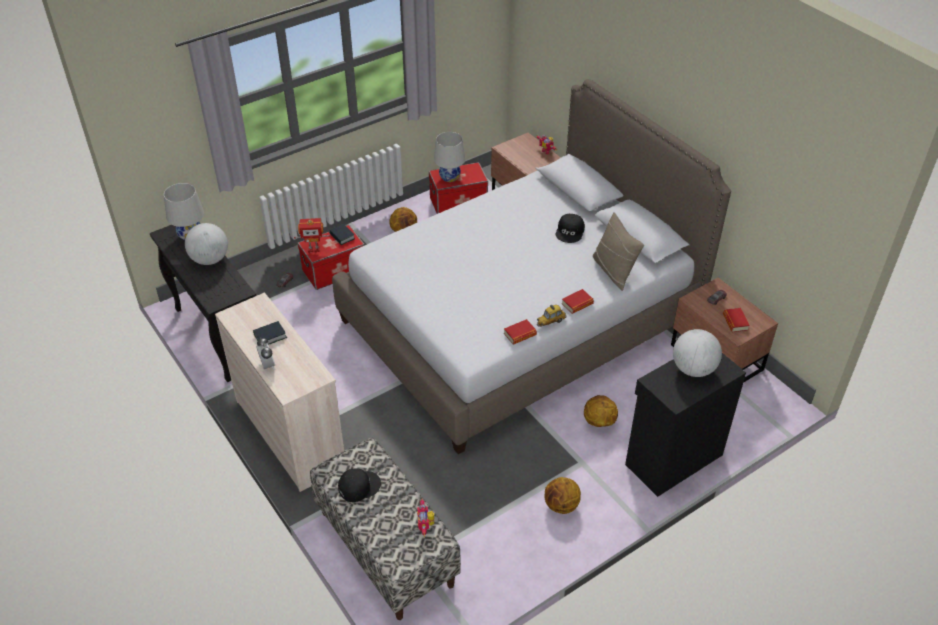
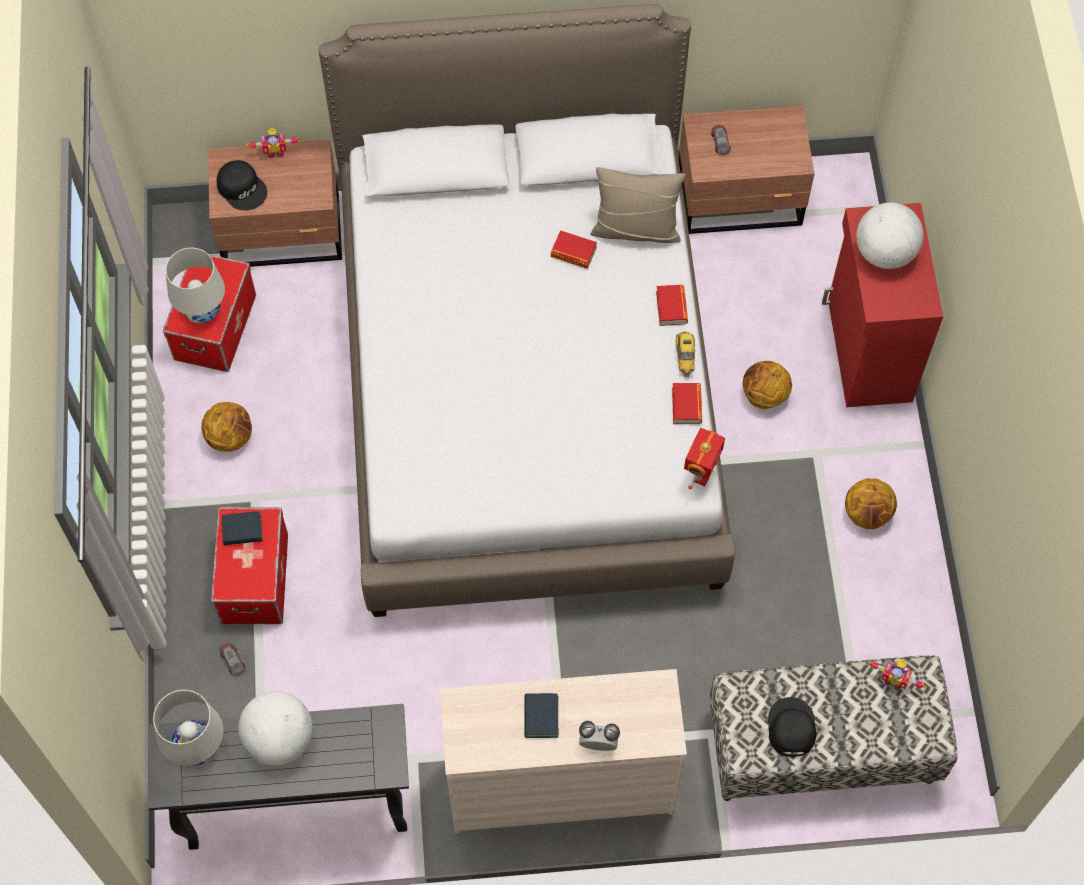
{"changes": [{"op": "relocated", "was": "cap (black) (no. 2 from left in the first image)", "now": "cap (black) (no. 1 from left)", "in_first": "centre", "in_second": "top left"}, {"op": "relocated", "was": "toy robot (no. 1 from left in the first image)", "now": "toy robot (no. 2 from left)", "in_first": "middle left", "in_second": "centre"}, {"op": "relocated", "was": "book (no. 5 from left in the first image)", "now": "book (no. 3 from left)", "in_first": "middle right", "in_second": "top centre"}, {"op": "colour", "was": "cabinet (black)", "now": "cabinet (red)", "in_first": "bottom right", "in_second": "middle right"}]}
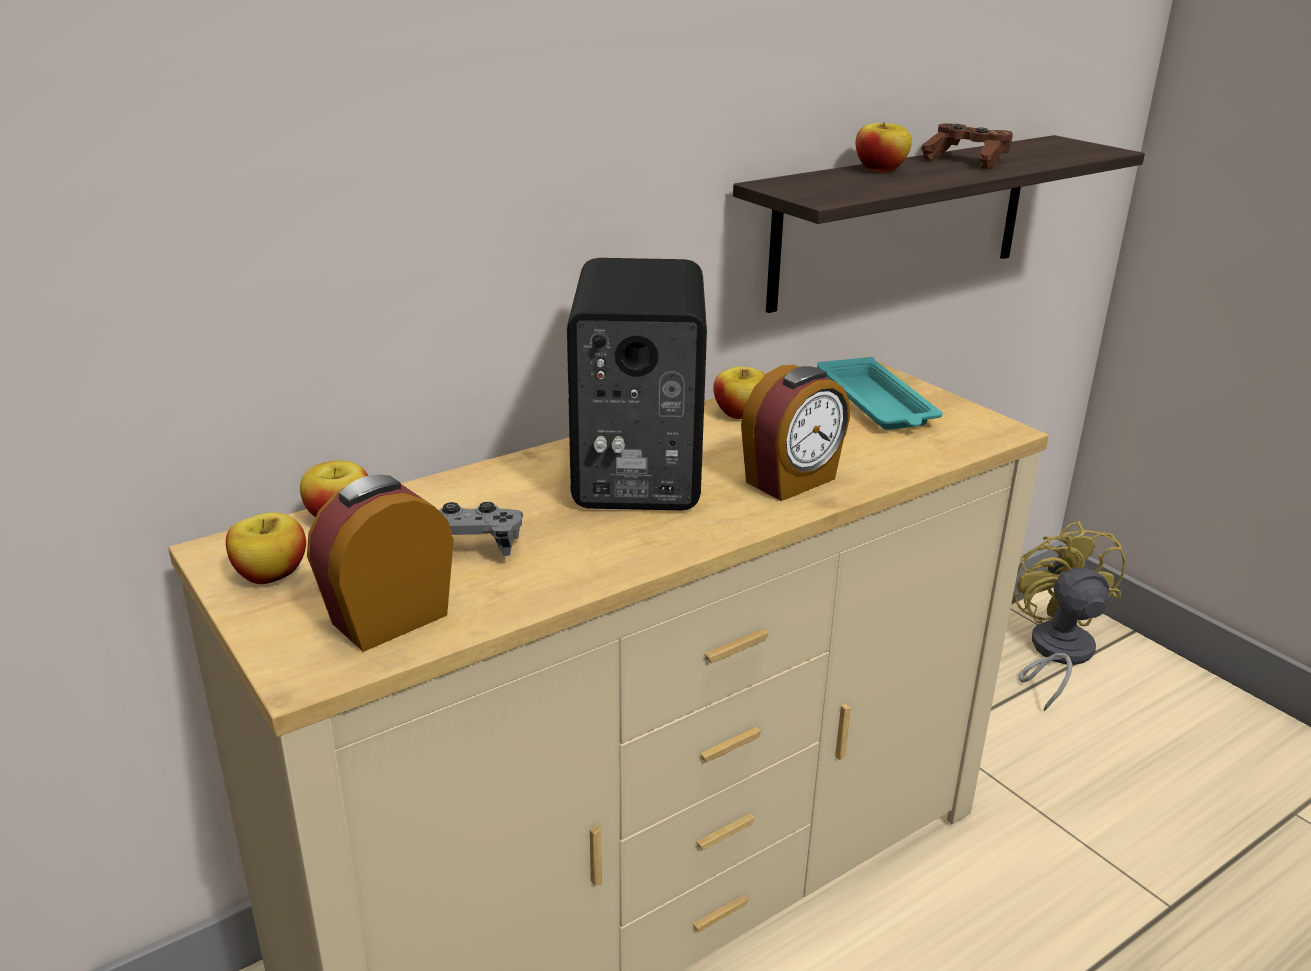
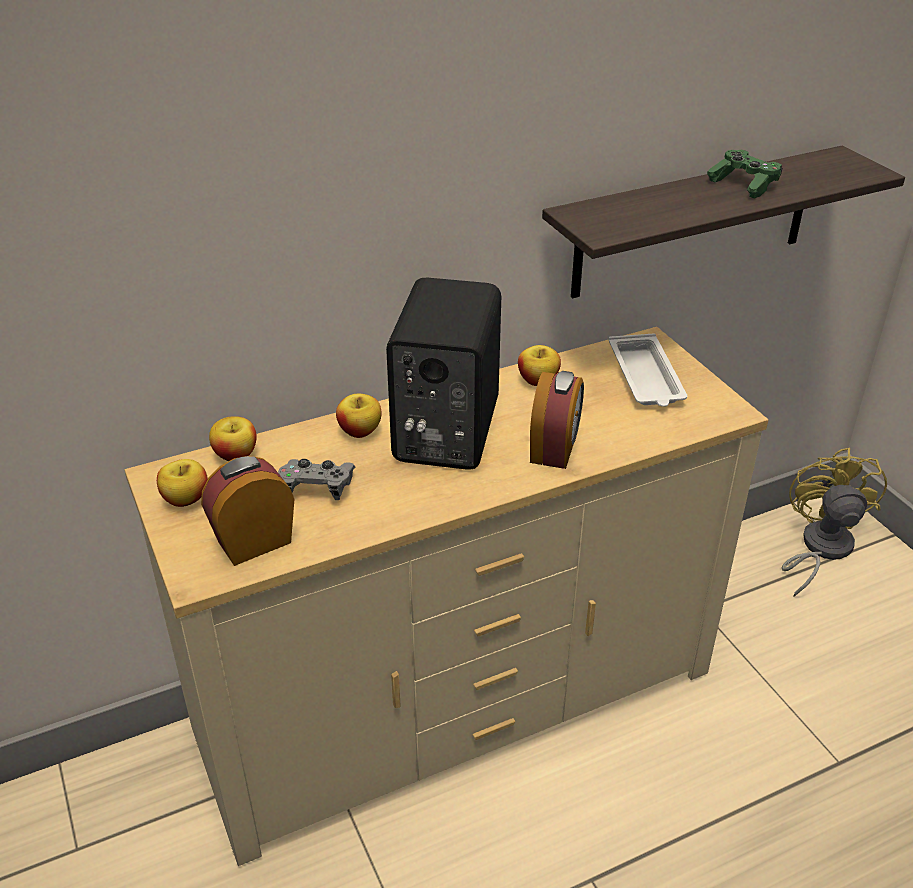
{"changes": [{"op": "relocated", "was": "apple (no. 4 from left in the first image)", "now": "apple (no. 3 from left)", "in_first": "top right", "in_second": "centre"}, {"op": "colour", "was": "game controller (brown)", "now": "game controller (green)", "in_first": "top right", "in_second": "top right"}, {"op": "colour", "was": "tray (turquoise)", "now": "tray (white)", "in_first": "middle right", "in_second": "middle right"}, {"op": "spun", "was": "alarm clock (no. 2 from left)", "in_first": "centre", "in_second": "centre", "clockwise": -45}]}
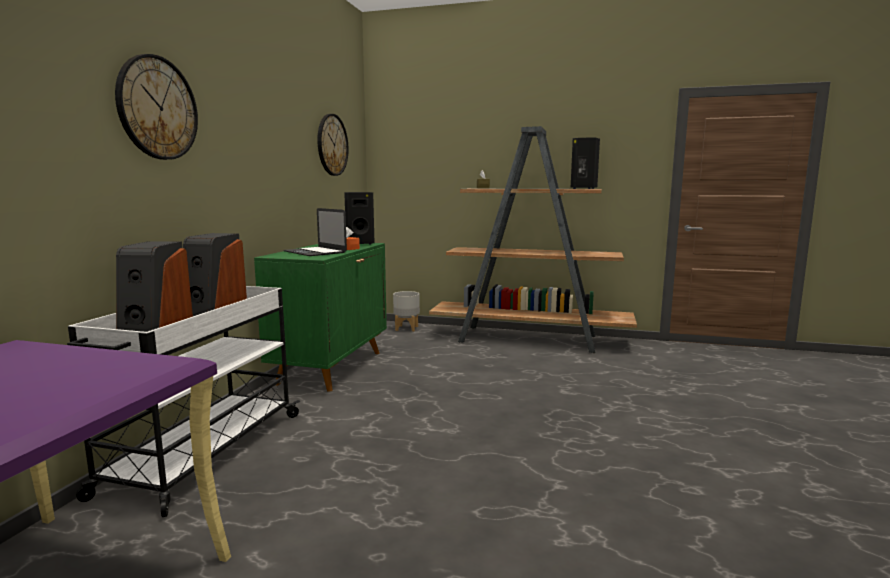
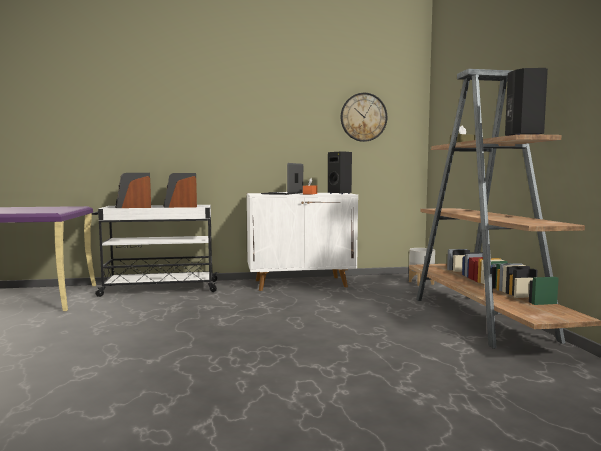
{"changes": [{"op": "missing", "was": "wall clock (no. 1 from left)", "in_first": "top left"}, {"op": "colour", "was": "cabinet (green)", "now": "cabinet (white)", "in_first": "centre", "in_second": "centre"}]}
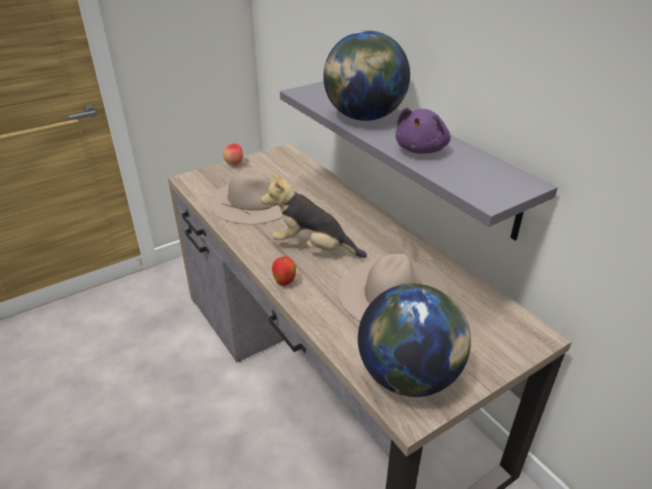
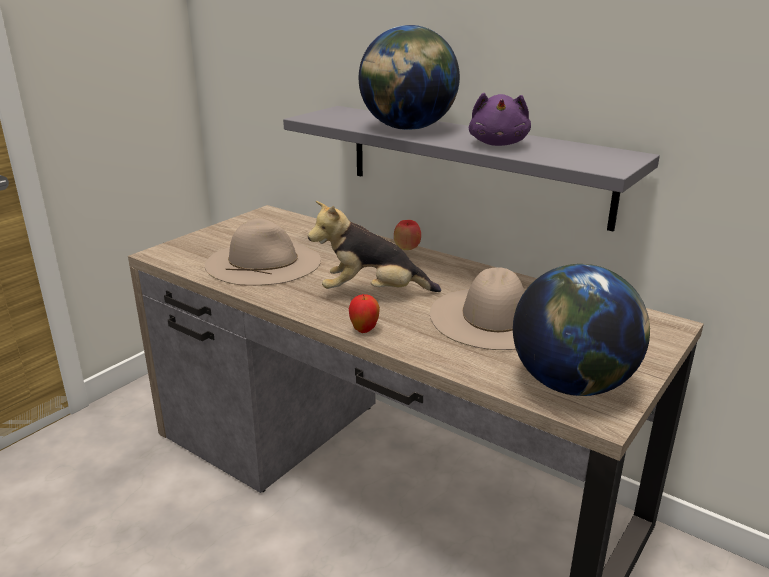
{"changes": [{"op": "relocated", "was": "apple (no. 1 from left in the first image)", "now": "apple (no. 2 from left)", "in_first": "top centre", "in_second": "centre"}]}
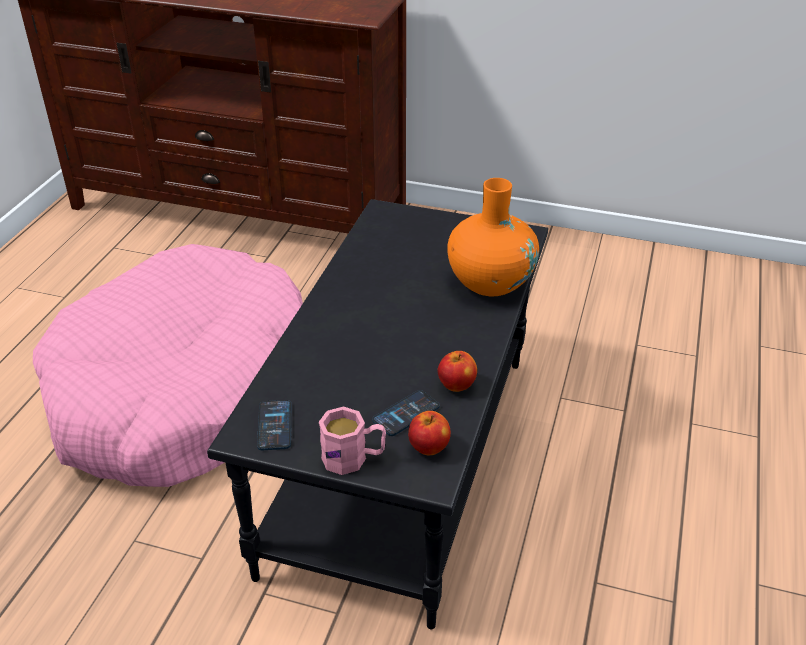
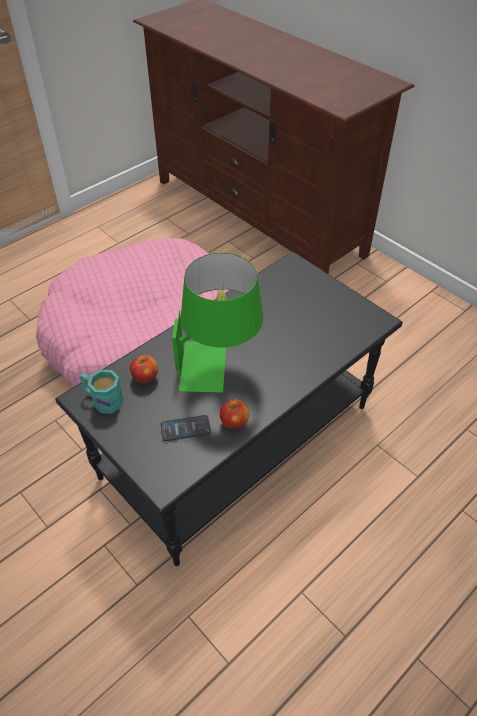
{"changes": [{"op": "missing", "was": "vase (orange)", "in_first": "centre"}, {"op": "exchanged", "was": "phone (no. 1 from left)", "now": "mug (turquoise)", "in_first": "centre", "in_second": "middle left"}, {"op": "missing", "was": "mug (pink)", "in_first": "bottom centre"}, {"op": "relocated", "was": "apple (no. 1 from left)", "in_first": "bottom centre", "in_second": "middle left"}, {"op": "appeared", "now": "table lamp (green)", "in_second": "centre"}]}
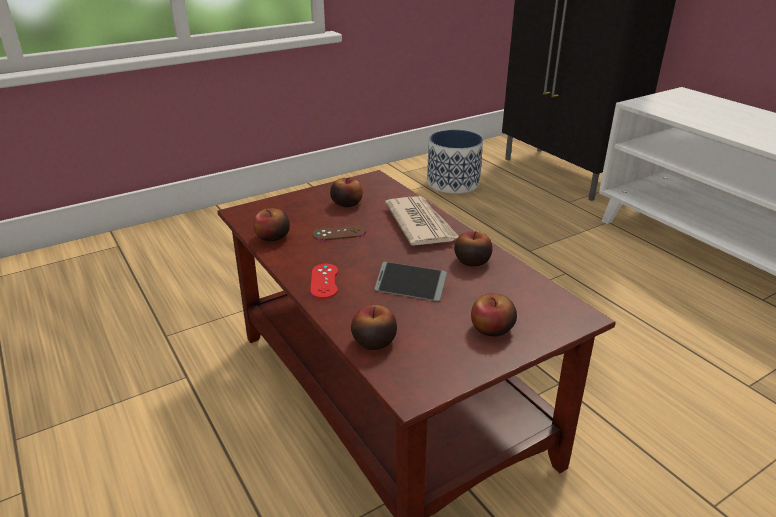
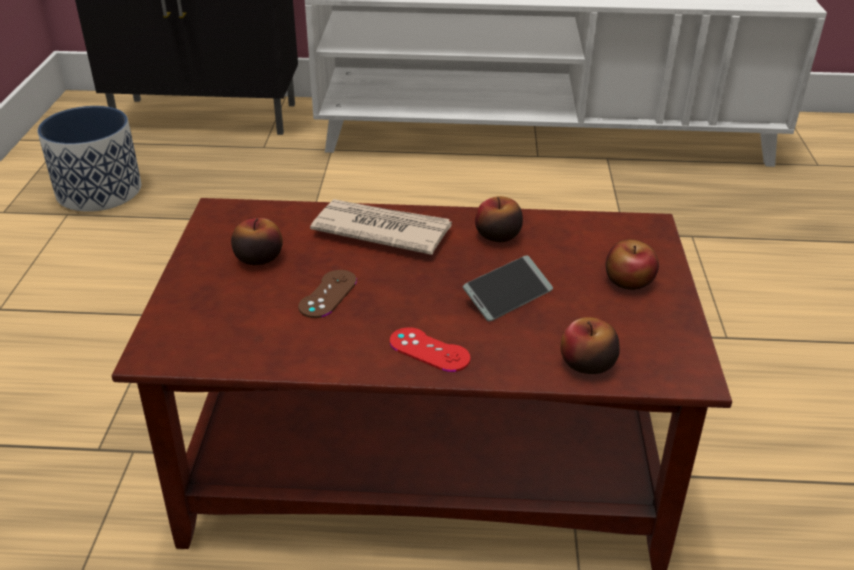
{"changes": [{"op": "missing", "was": "apple (no. 1 from left)", "in_first": "centre"}]}
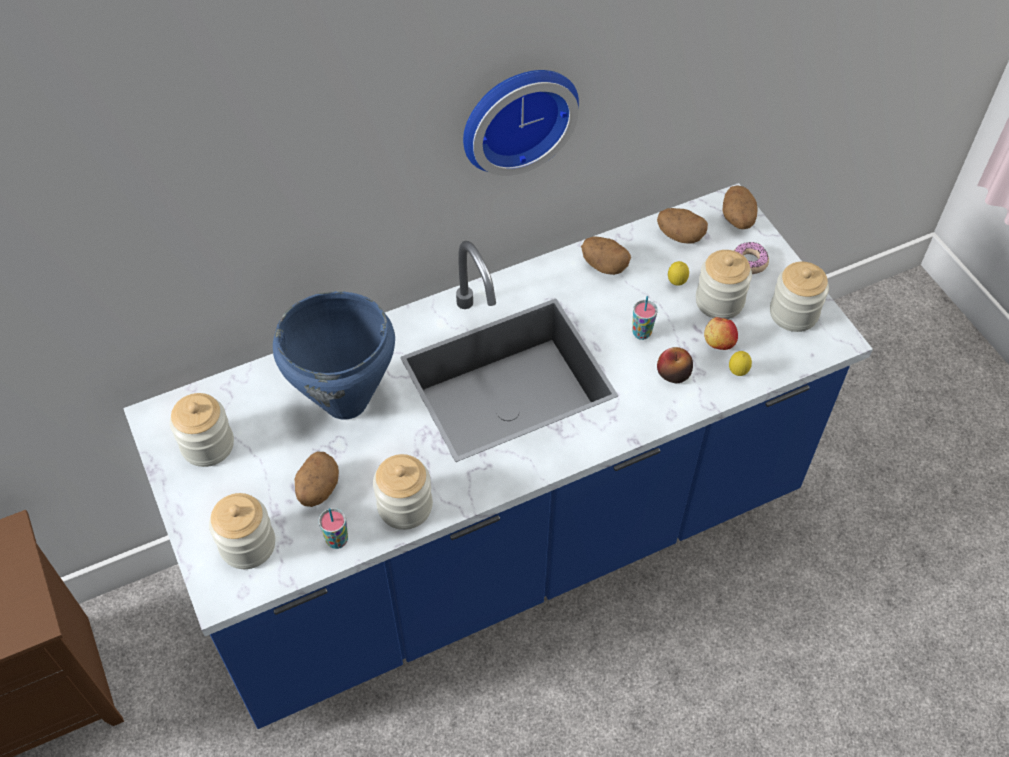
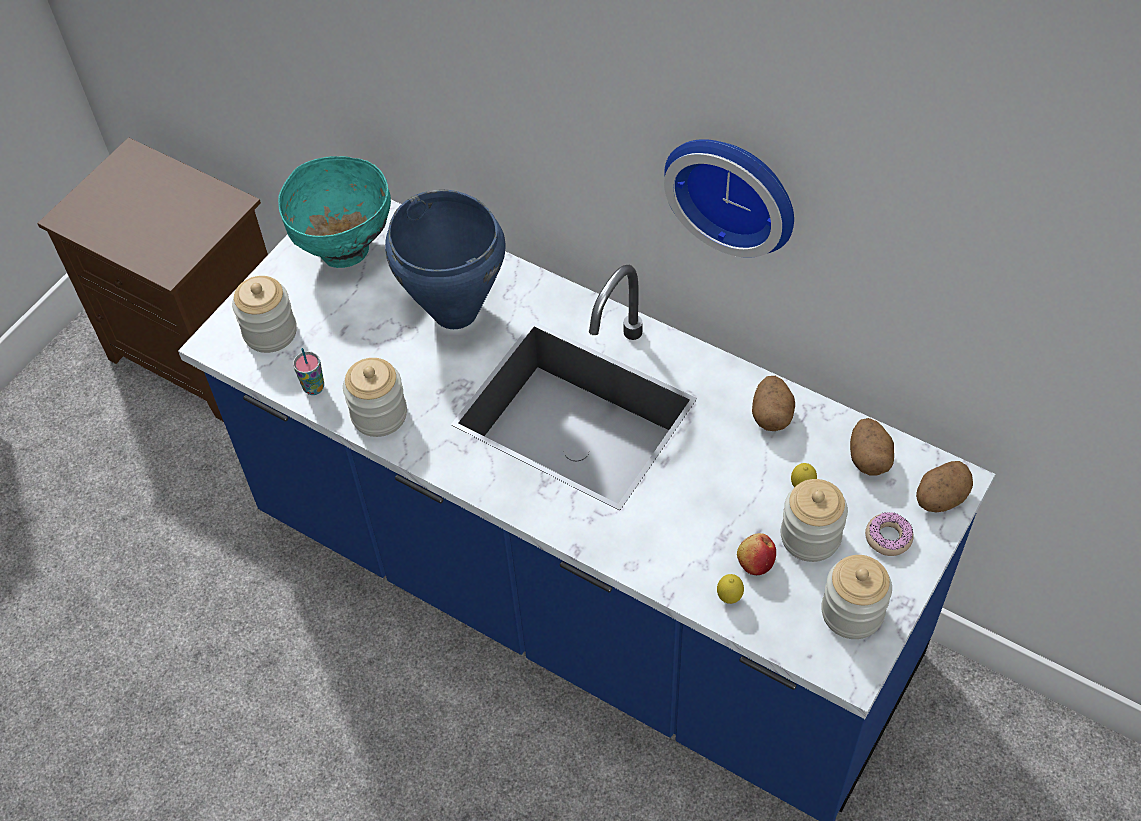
{"changes": [{"op": "missing", "was": "cup (no. 2 from left)", "in_first": "centre"}, {"op": "missing", "was": "apple (no. 1 from left)", "in_first": "middle right"}, {"op": "exchanged", "was": "jar (no. 1 from left)", "now": "bowl (turquoise)", "in_first": "middle left", "in_second": "top left"}, {"op": "missing", "was": "potato (no. 1 from left)", "in_first": "middle left"}]}
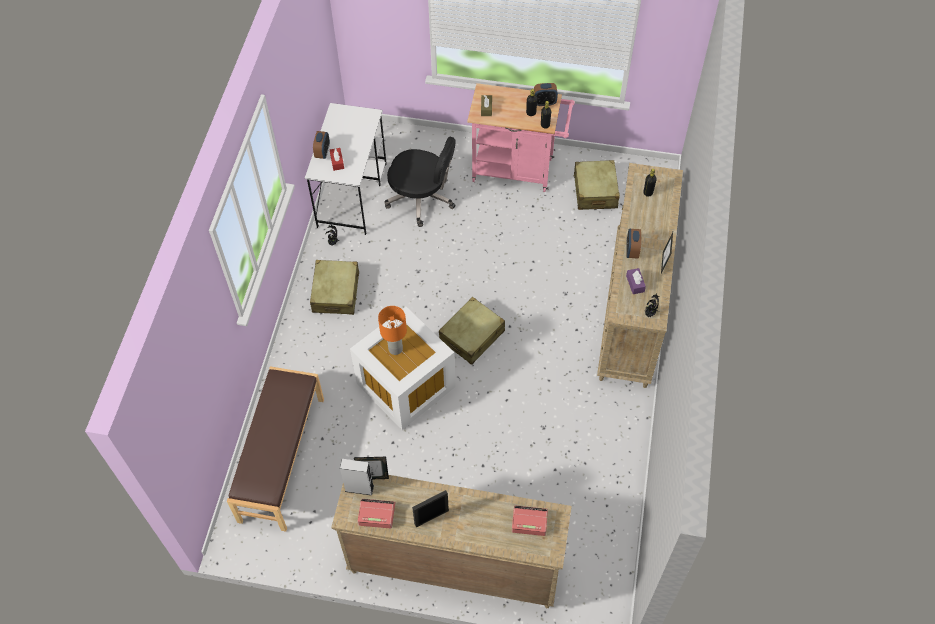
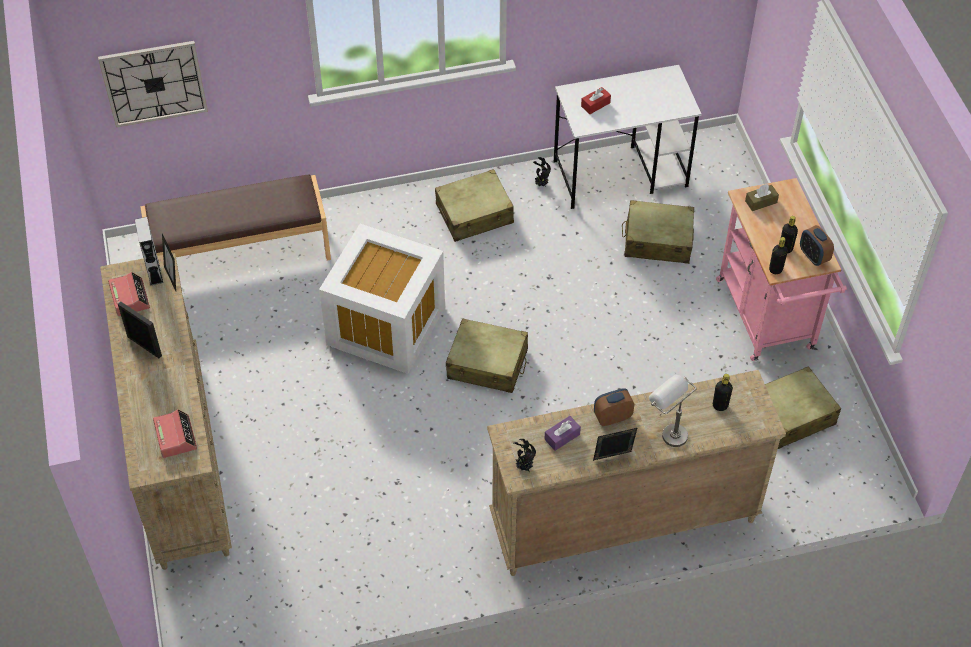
{"changes": [{"op": "missing", "was": "alarm clock (no. 1 from left)", "in_first": "top centre"}, {"op": "exchanged", "was": "office chair (black)", "now": "suitcase (beige) (no. 3 from left)", "in_first": "top centre", "in_second": "middle right"}, {"op": "missing", "was": "table lamp (orange)", "in_first": "centre"}, {"op": "appeared", "now": "wall clock", "in_second": "top left"}, {"op": "appeared", "now": "table lamp (grey)", "in_second": "middle right"}]}
